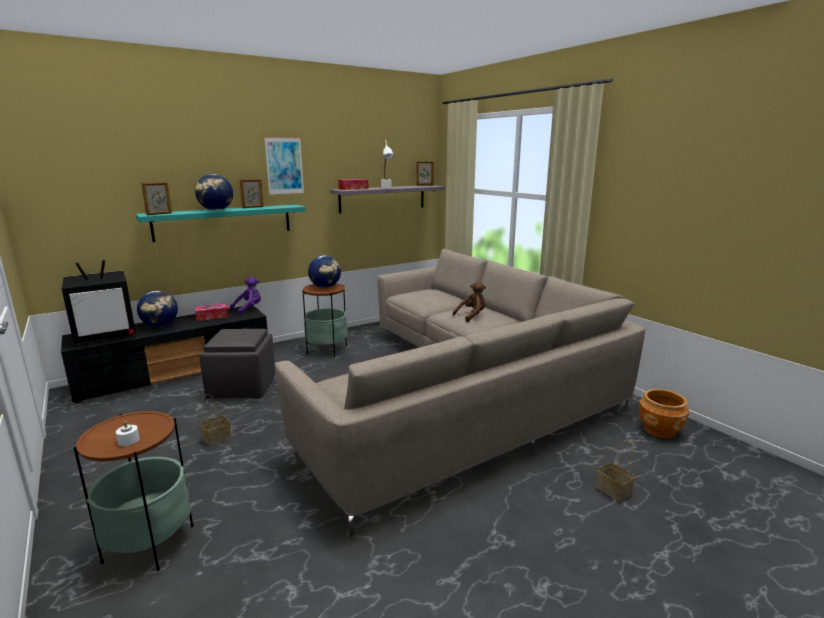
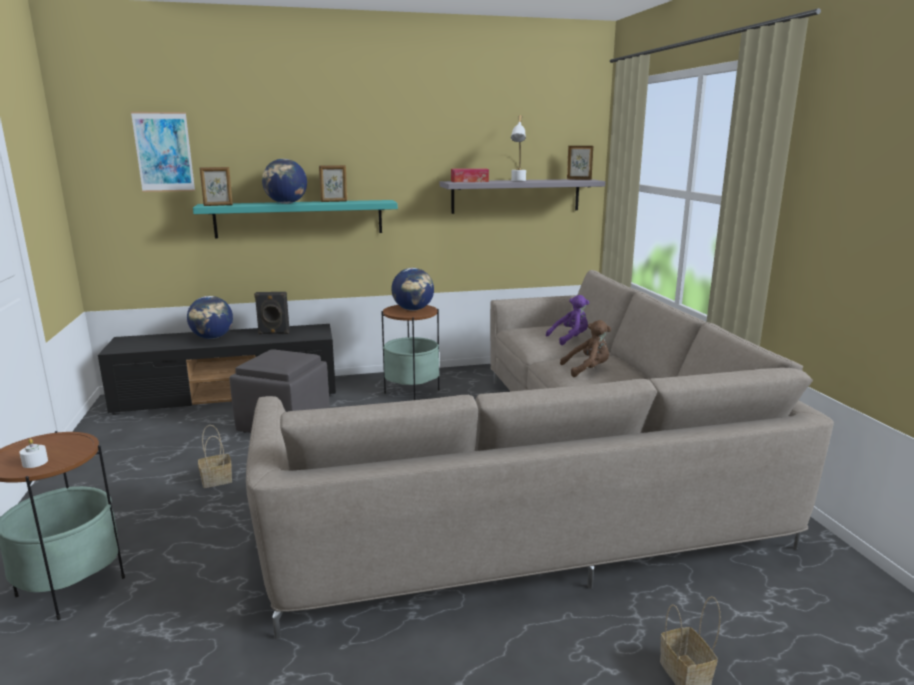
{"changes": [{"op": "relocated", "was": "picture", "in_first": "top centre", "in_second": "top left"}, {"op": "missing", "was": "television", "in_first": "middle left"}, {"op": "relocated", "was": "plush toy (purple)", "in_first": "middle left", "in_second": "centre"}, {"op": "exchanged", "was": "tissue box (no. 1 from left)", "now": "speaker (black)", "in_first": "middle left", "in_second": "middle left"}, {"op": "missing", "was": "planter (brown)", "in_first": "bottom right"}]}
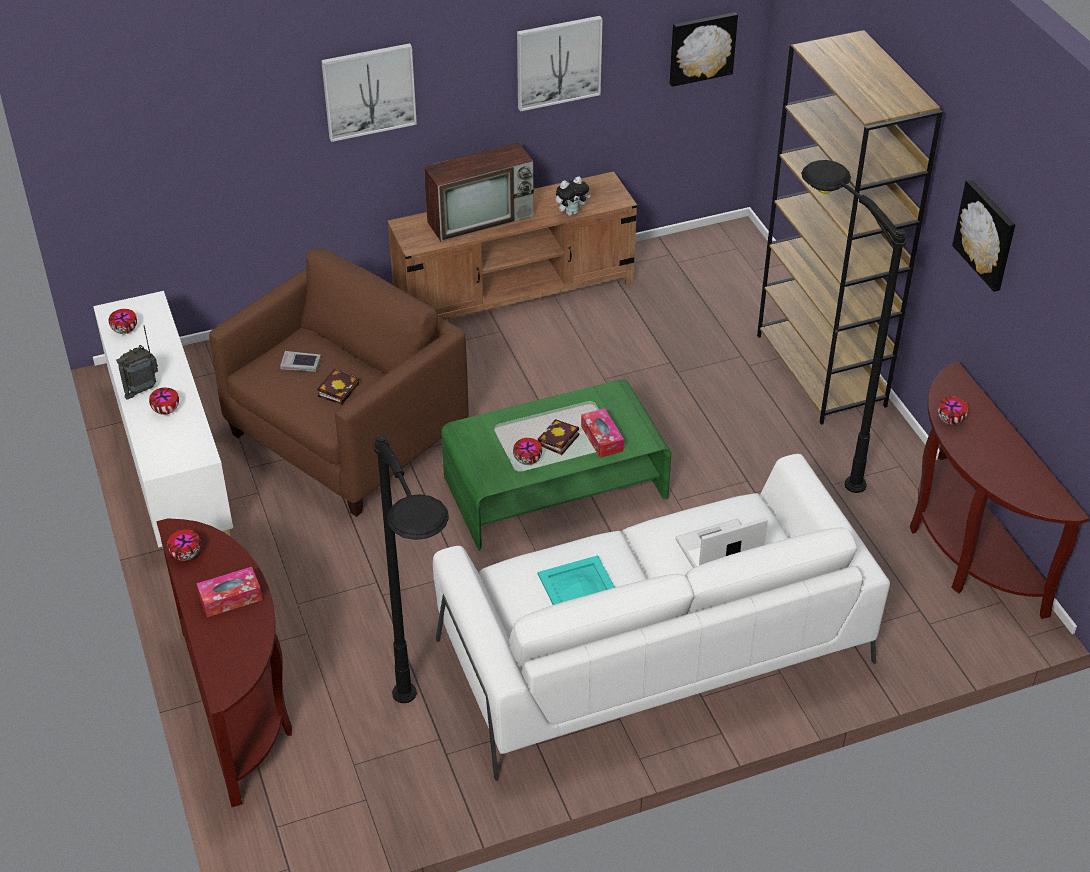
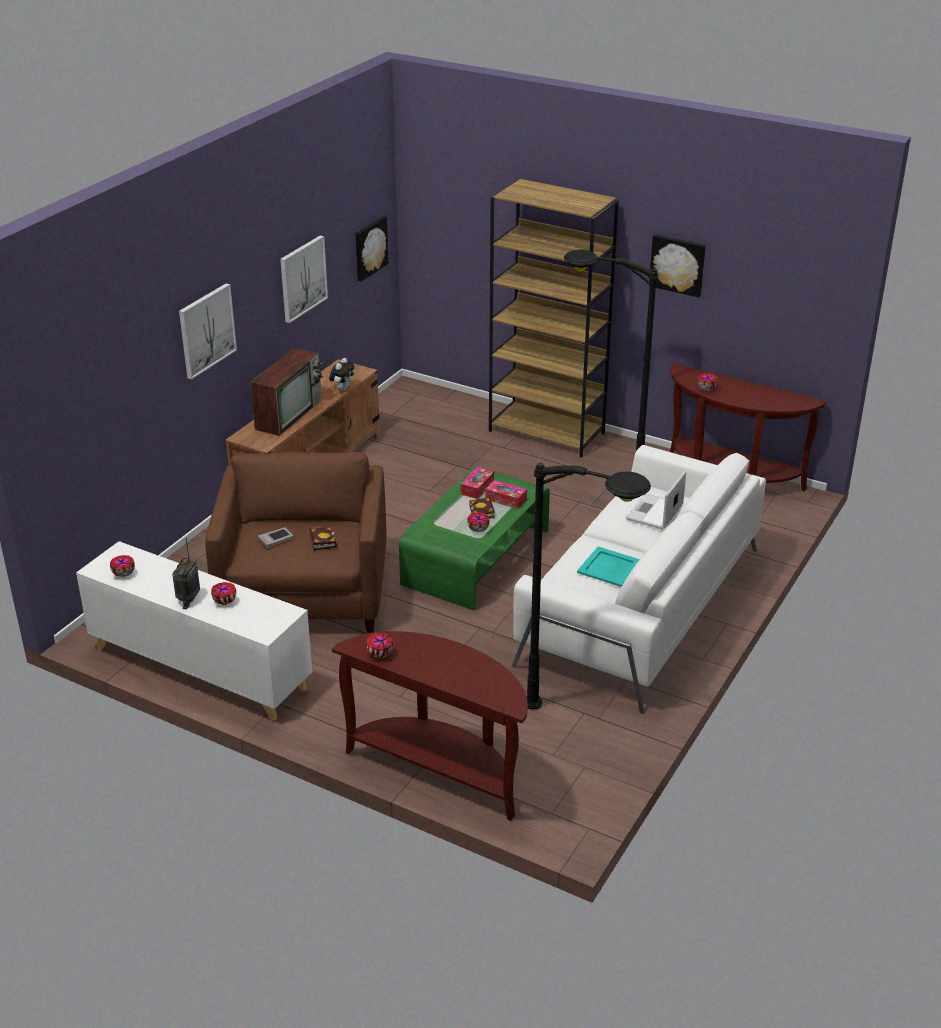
{"changes": [{"op": "relocated", "was": "tissue box (no. 1 from left)", "in_first": "bottom left", "in_second": "centre"}]}
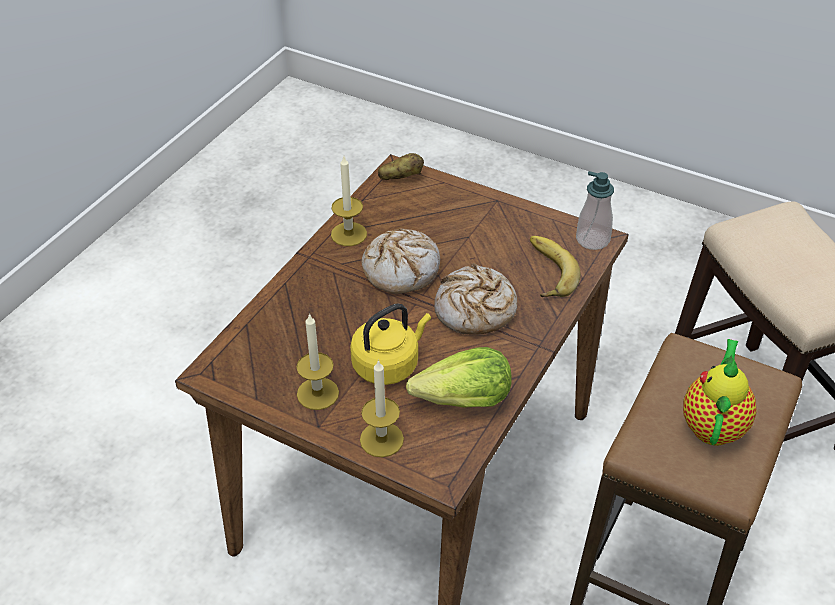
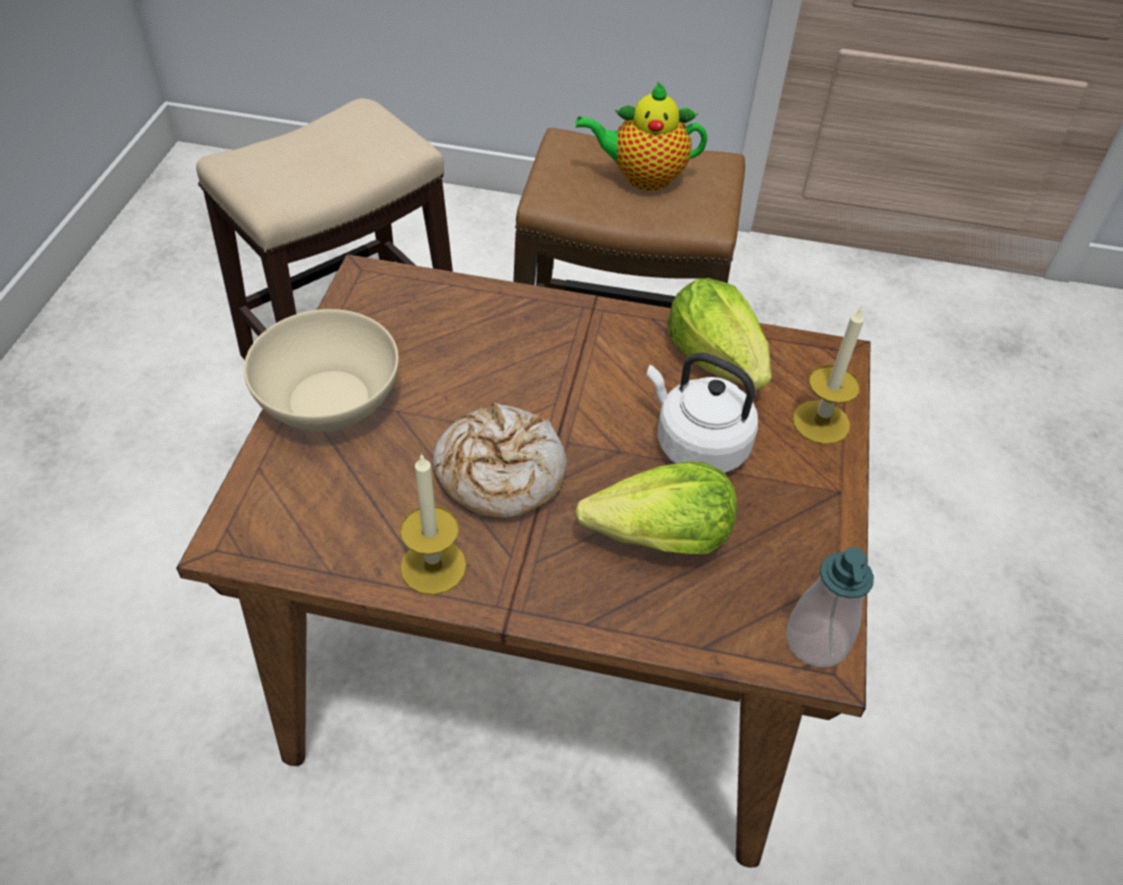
{"changes": [{"op": "missing", "was": "potato", "in_first": "top centre"}, {"op": "relocated", "was": "soap dispenser", "in_first": "middle right", "in_second": "bottom right"}, {"op": "missing", "was": "banana", "in_first": "centre"}, {"op": "missing", "was": "bread (no. 2 from left)", "in_first": "centre"}, {"op": "colour", "was": "kettle (yellow)", "now": "kettle (white)", "in_first": "centre", "in_second": "centre"}, {"op": "missing", "was": "candle (no. 1 from left)", "in_first": "centre"}, {"op": "appeared", "now": "bowl (beige)", "in_second": "middle left"}, {"op": "appeared", "now": "lettuce (no. 1 from left)", "in_second": "centre"}]}
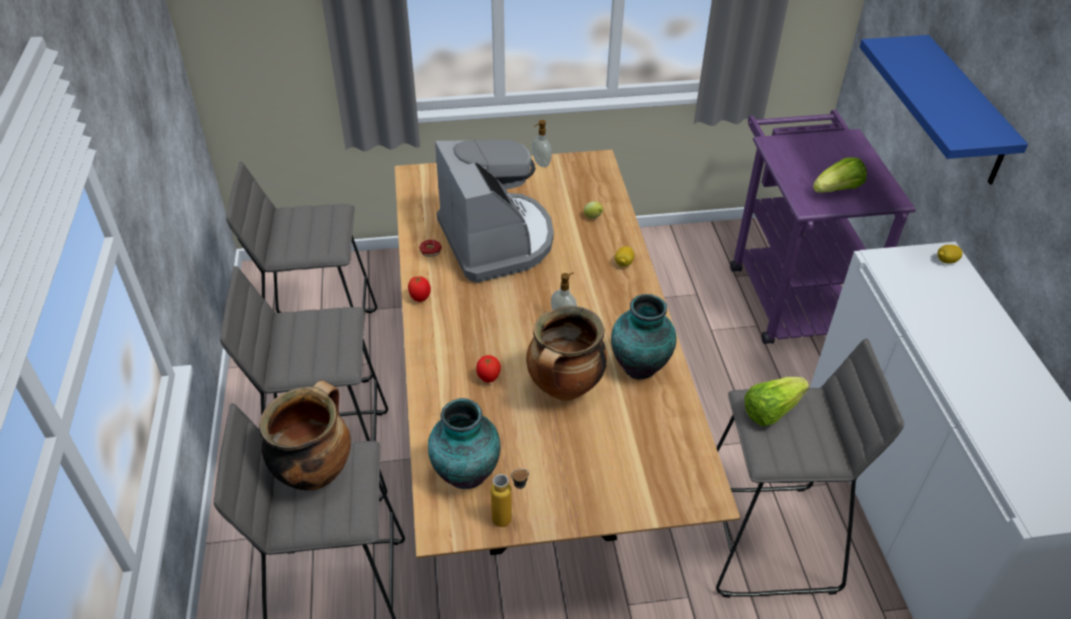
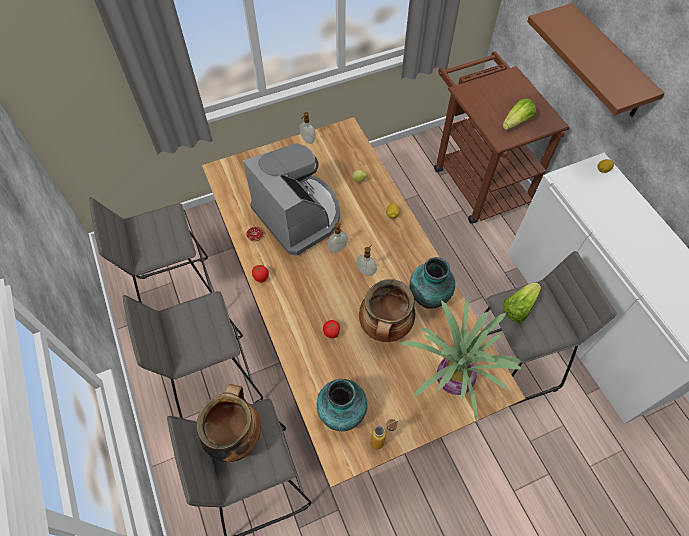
{"changes": [{"op": "colour", "was": "shelf (blue)", "now": "shelf (brown)", "in_first": "top right", "in_second": "top right"}, {"op": "colour", "was": "cart (purple)", "now": "cart (brown)", "in_first": "middle right", "in_second": "top right"}, {"op": "appeared", "now": "soap dispenser (no. 2 from left)", "in_second": "centre"}, {"op": "appeared", "now": "potted plant", "in_second": "bottom right"}]}
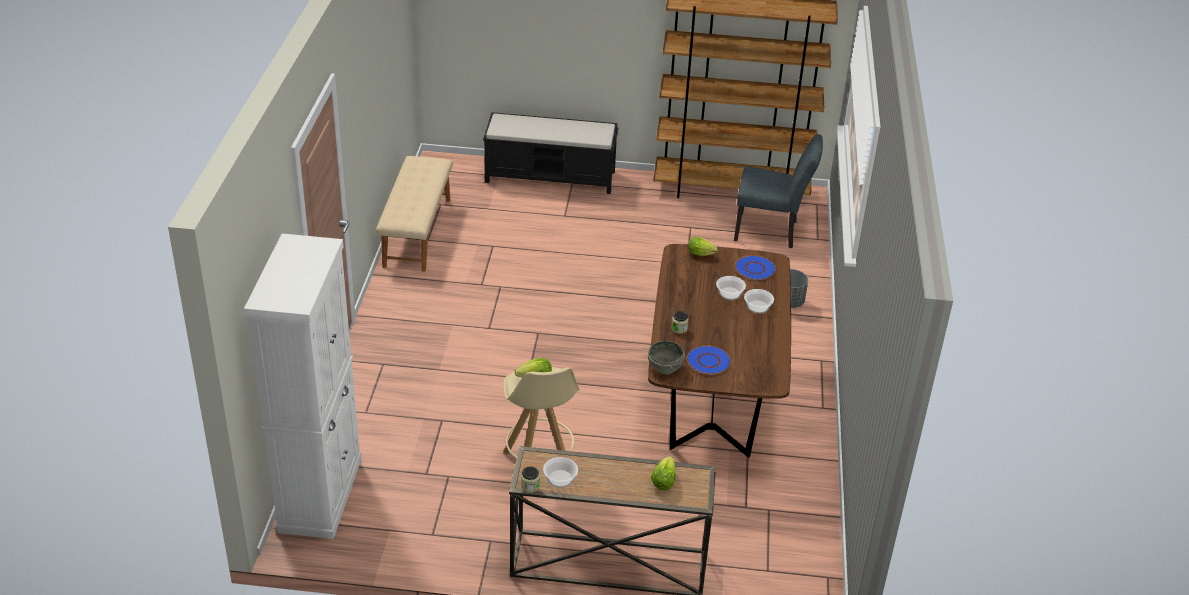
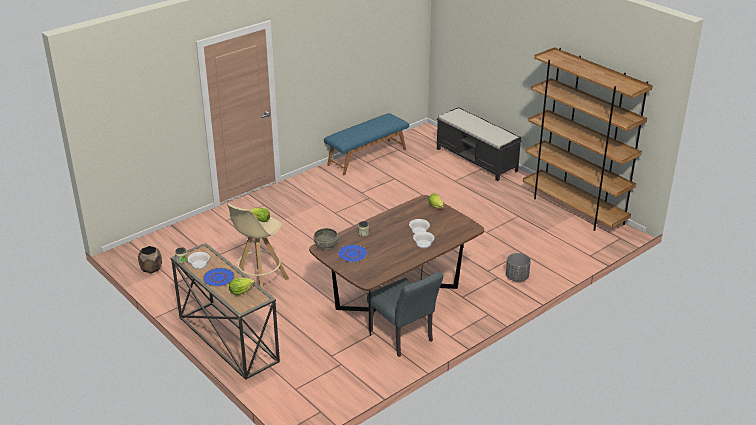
{"changes": [{"op": "relocated", "was": "chair (grey)", "in_first": "top centre", "in_second": "bottom centre"}, {"op": "colour", "was": "bench (beige)", "now": "bench (blue)", "in_first": "centre", "in_second": "centre"}, {"op": "missing", "was": "cabinet (white)", "in_first": "middle left"}, {"op": "relocated", "was": "plate (blue) (no. 2 from left in the first image)", "now": "plate (blue) (no. 1 from left)", "in_first": "centre", "in_second": "middle left"}, {"op": "appeared", "now": "planter (brown)", "in_second": "middle left"}]}
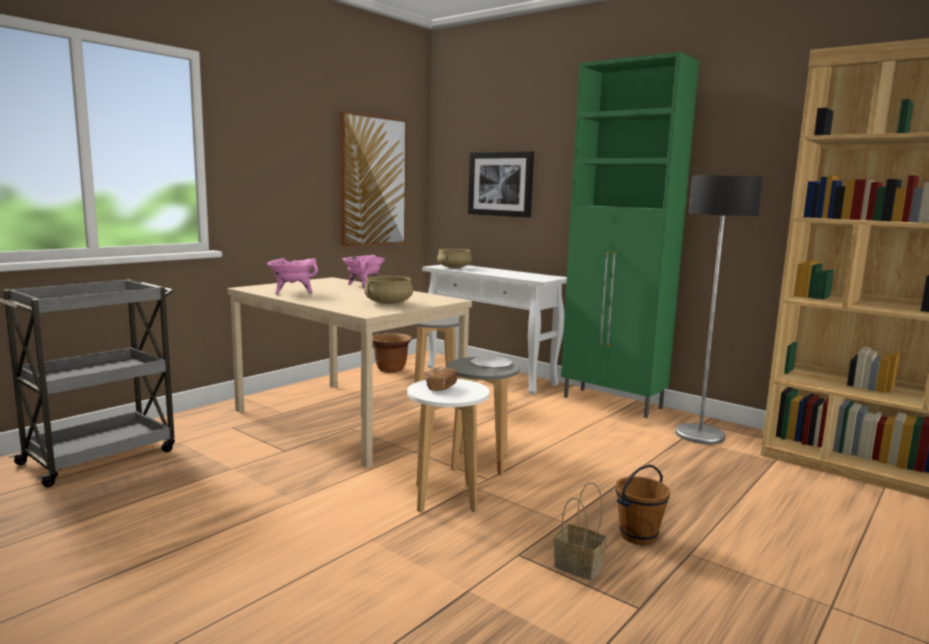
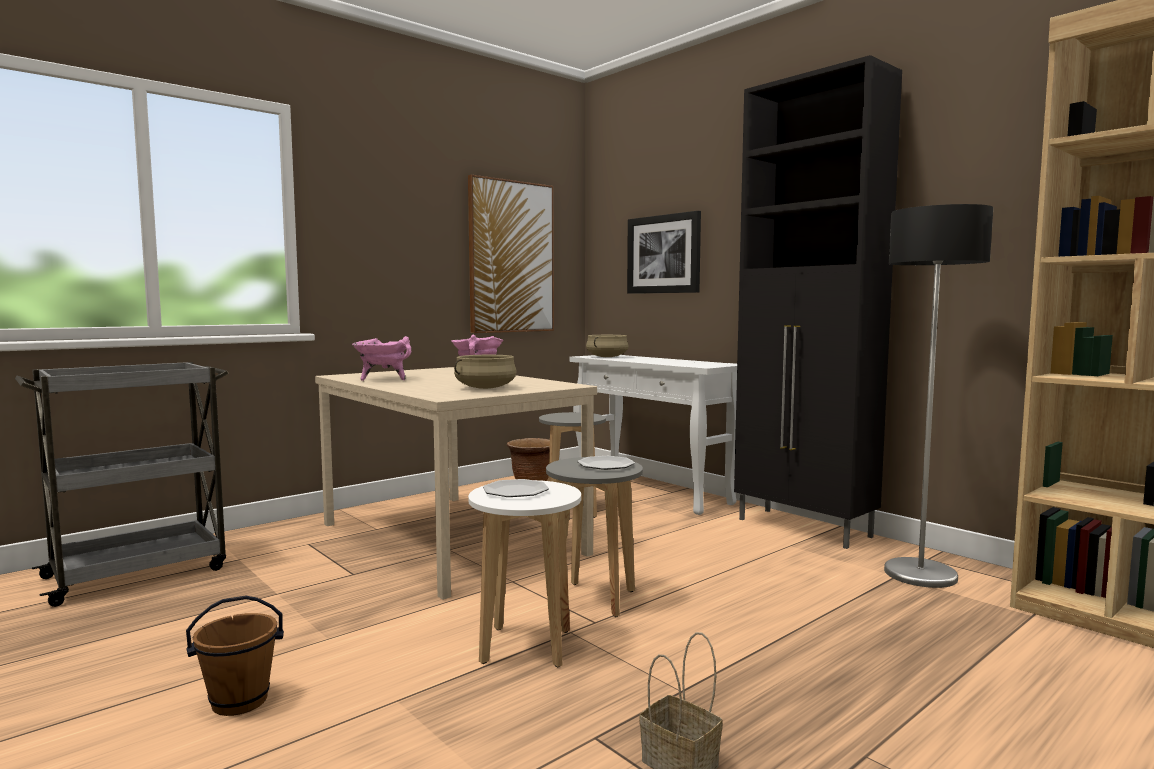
{"changes": [{"op": "colour", "was": "cabinet (green)", "now": "cabinet (black)", "in_first": "middle right", "in_second": "middle right"}, {"op": "exchanged", "was": "bread", "now": "plate (no. 1 from left)", "in_first": "centre", "in_second": "centre"}, {"op": "relocated", "was": "bucket (brown)", "in_first": "bottom right", "in_second": "bottom left"}]}
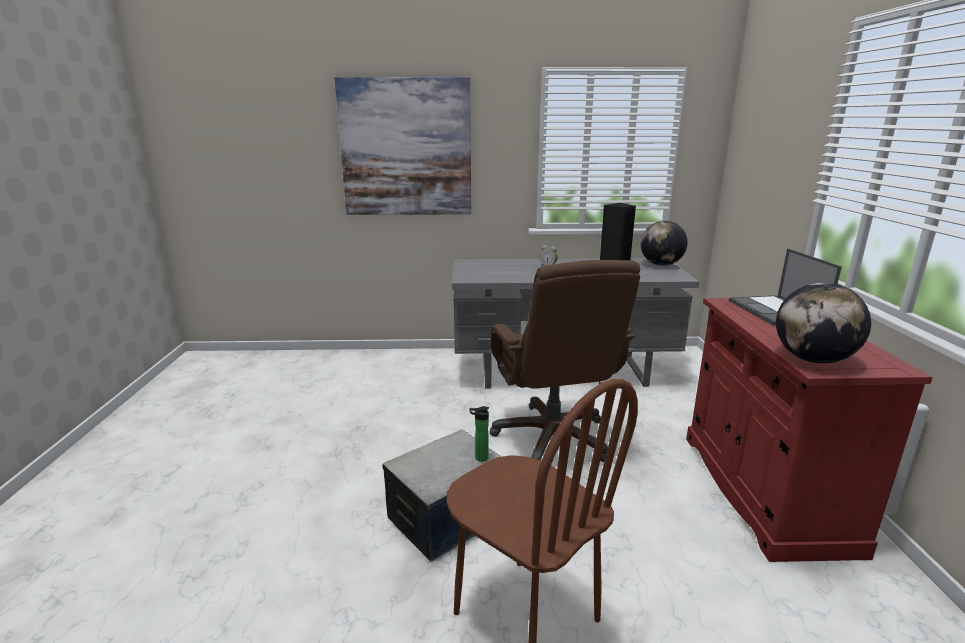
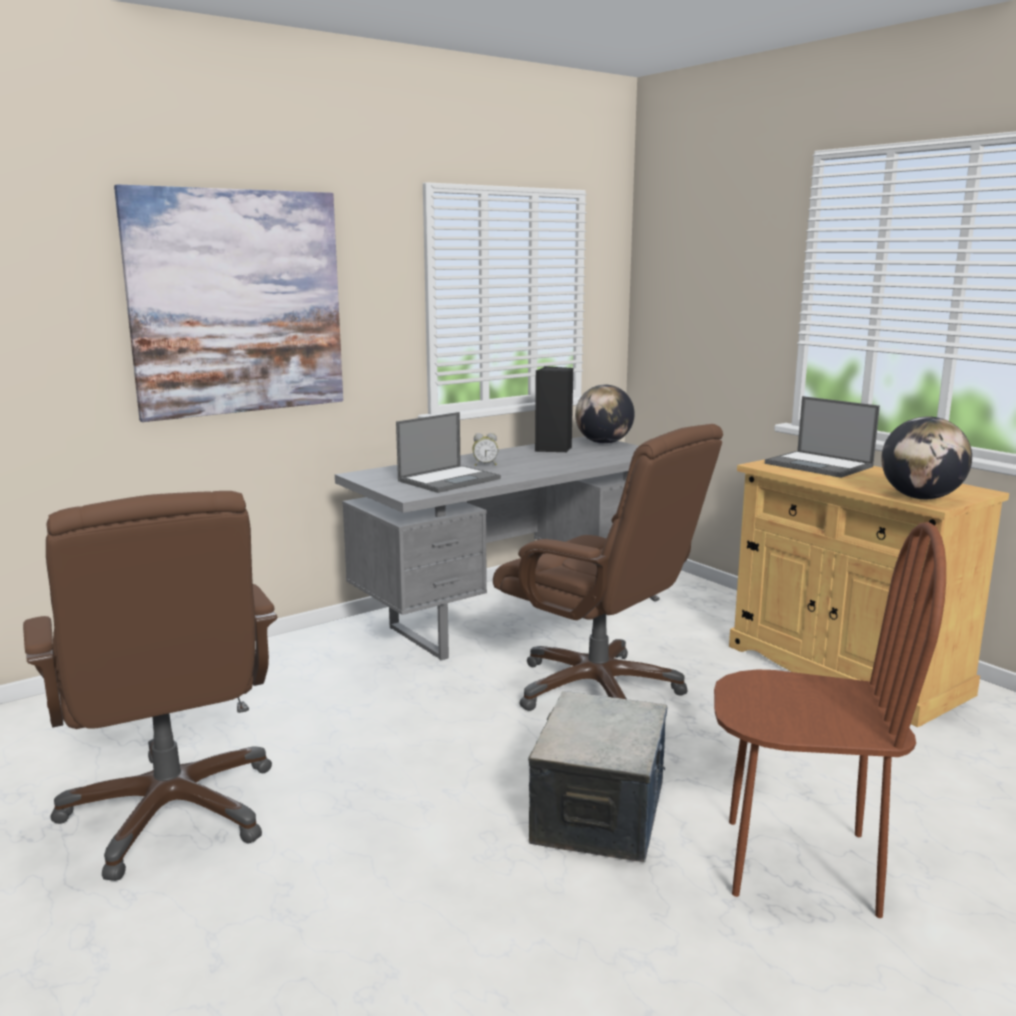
{"changes": [{"op": "colour", "was": "cabinet (red)", "now": "cabinet (beige)", "in_first": "bottom right", "in_second": "middle right"}, {"op": "missing", "was": "bottle", "in_first": "bottom centre"}, {"op": "appeared", "now": "laptop (no. 1 from left)", "in_second": "centre"}, {"op": "appeared", "now": "office chair (brown) (no. 1 from left)", "in_second": "bottom left"}]}
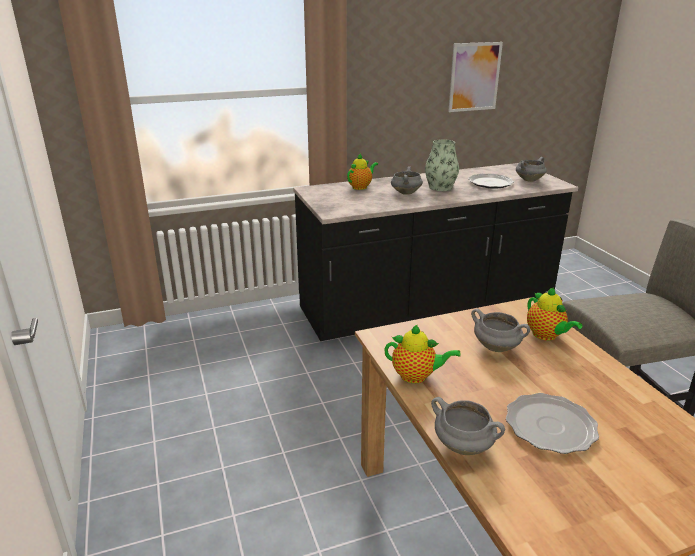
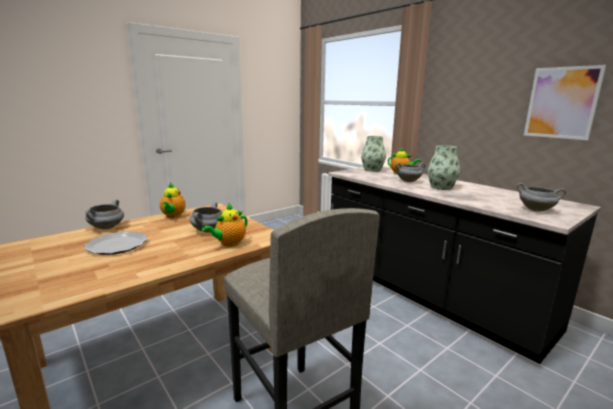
{"changes": [{"op": "missing", "was": "plate (no. 1 from left)", "in_first": "top right"}, {"op": "appeared", "now": "vase (no. 1 from left)", "in_second": "centre"}]}
